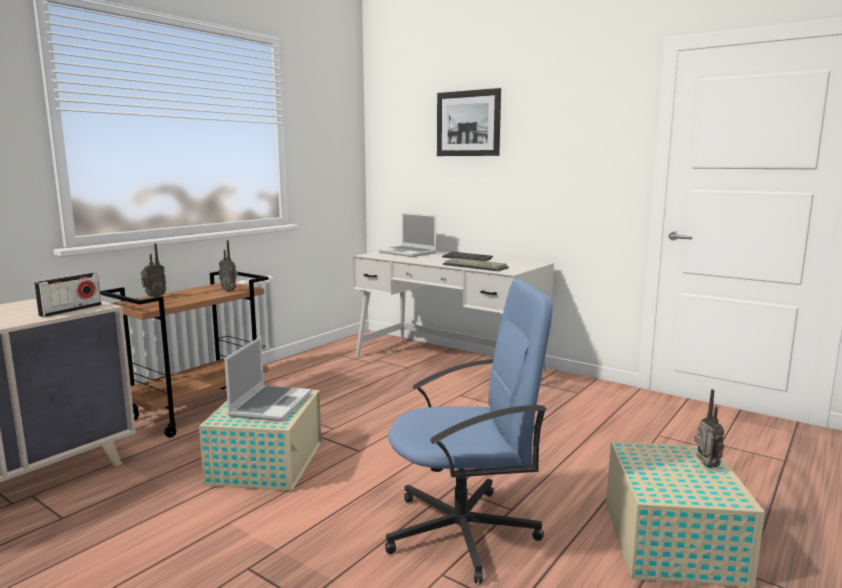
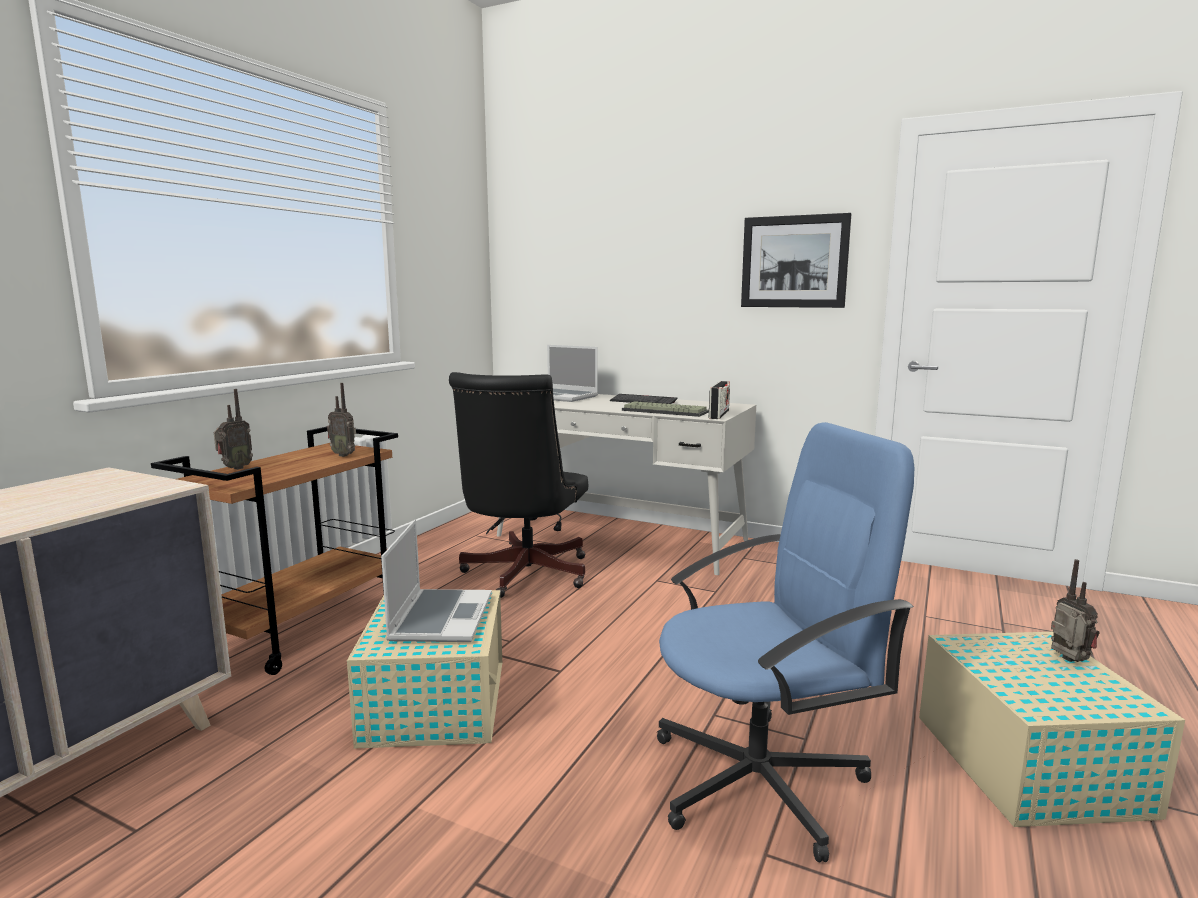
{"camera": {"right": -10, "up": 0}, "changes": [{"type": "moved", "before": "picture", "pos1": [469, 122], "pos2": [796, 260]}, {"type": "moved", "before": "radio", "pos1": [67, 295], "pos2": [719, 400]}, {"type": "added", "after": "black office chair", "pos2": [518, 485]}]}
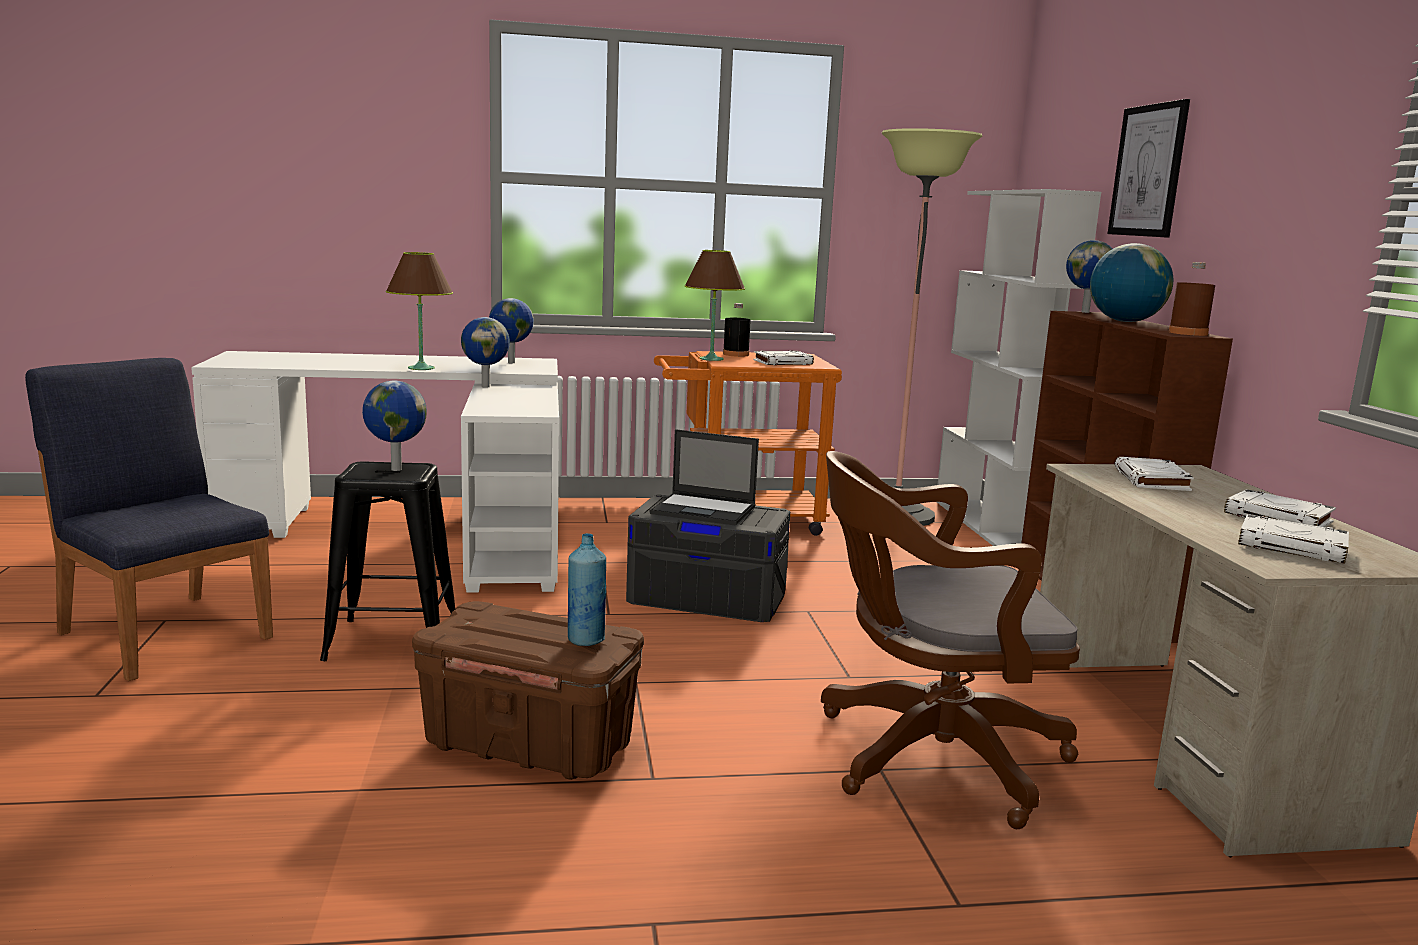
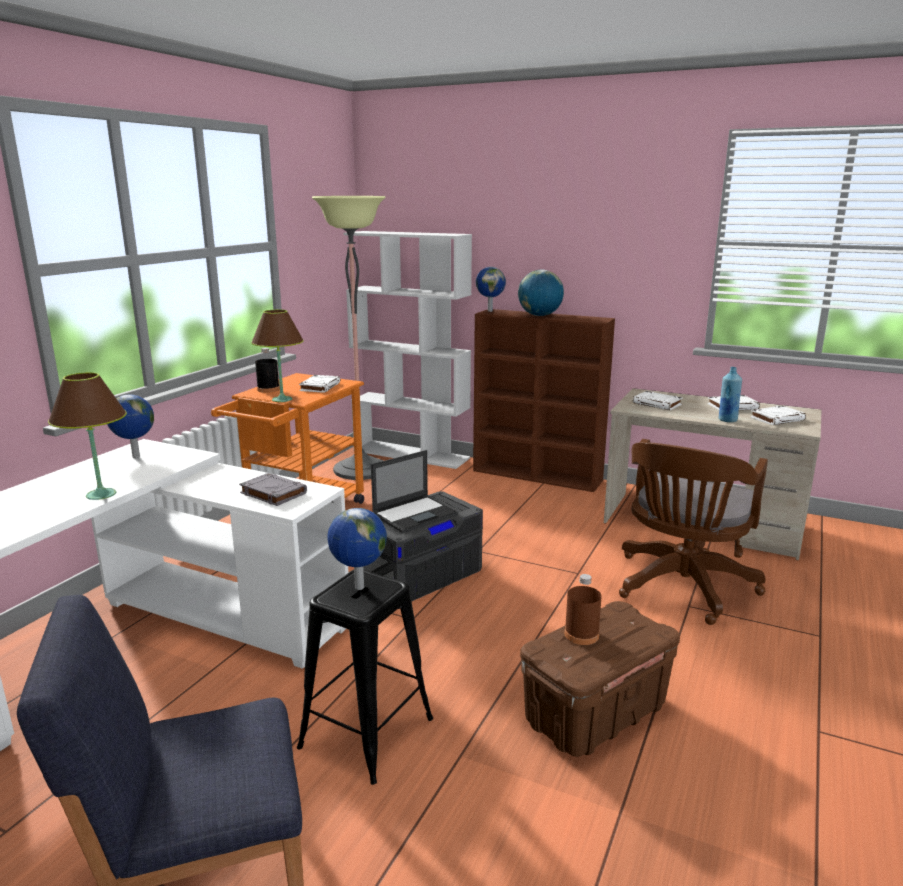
{"camera": {"right": -55, "up": 5}, "changes": [{"type": "removed", "before": "picture", "pos1": [1149, 168]}, {"type": "moved", "before": "brown bottle", "pos1": [1192, 299], "pos2": [583, 609]}, {"type": "removed", "before": "globe", "pos1": [485, 352]}, {"type": "moved", "before": "blue bottle", "pos1": [587, 589], "pos2": [730, 394]}, {"type": "added", "after": "grey book", "pos2": [273, 489]}]}
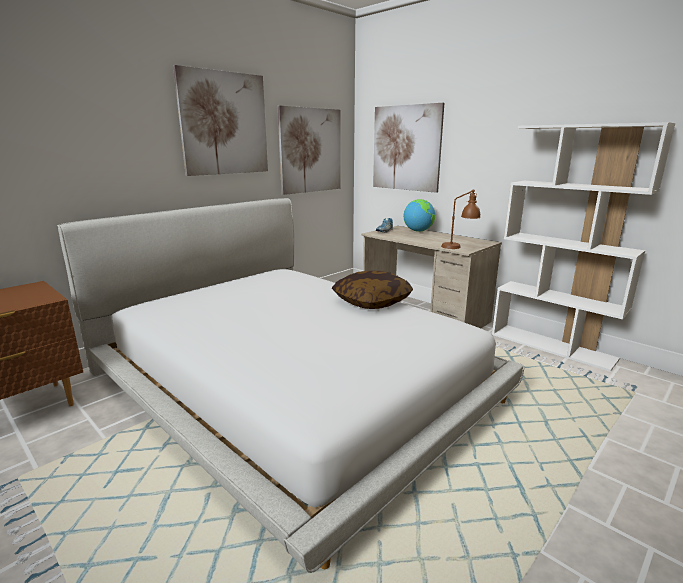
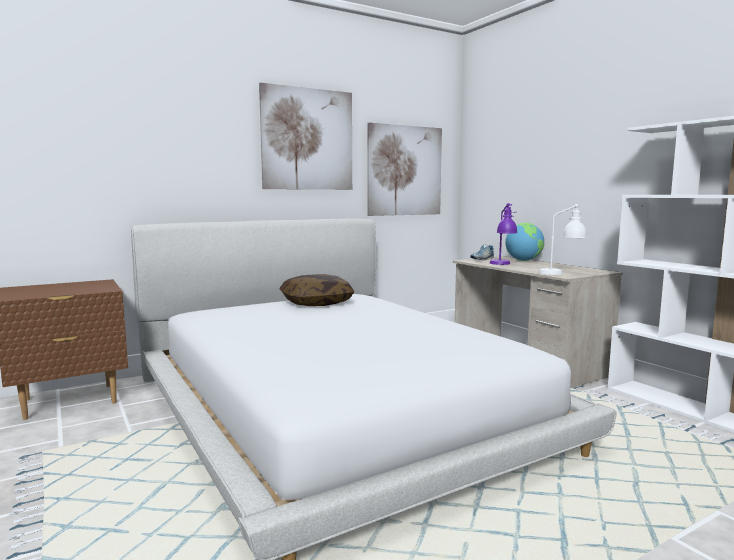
{"camera": {"right": 15, "up": -10}, "changes": [{"type": "removed", "before": "picture", "pos1": [408, 148]}, {"type": "recoloured", "before": "brown table lamp", "after": "white table lamp", "pos1": [461, 219], "pos2": [563, 239]}, {"type": "moved", "before": "pillow", "pos1": [372, 290], "pos2": [317, 290]}, {"type": "added", "after": "purple table lamp", "pos2": [504, 234]}]}
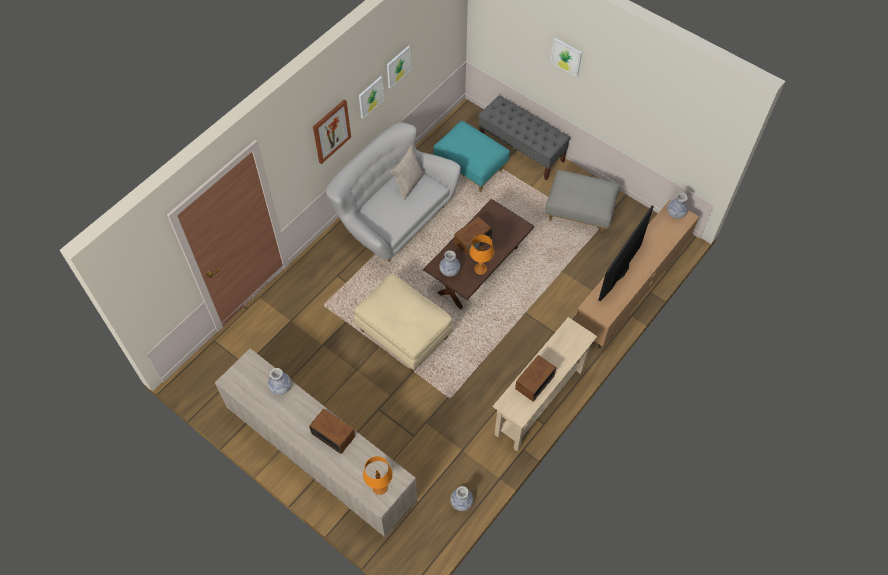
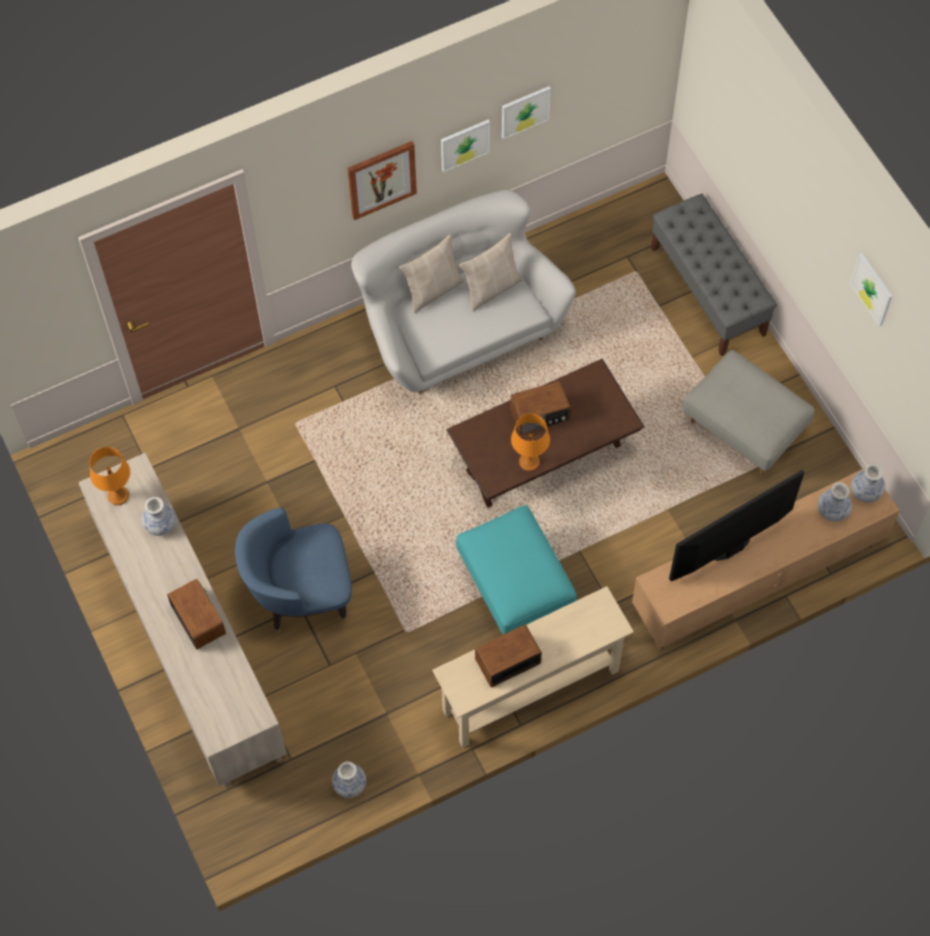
{"camera": {"right": 25, "up": 5}, "changes": [{"type": "moved", "before": "picture", "pos1": [566, 57], "pos2": [871, 290]}, {"type": "moved", "before": "turquoise ottoman", "pos1": [471, 156], "pos2": [516, 570]}, {"type": "moved", "before": "vase", "pos1": [449, 263], "pos2": [835, 502]}, {"type": "removed", "before": "beige ottoman", "pos1": [403, 322]}, {"type": "moved", "before": "orange table lamp", "pos1": [378, 475], "pos2": [109, 476]}, {"type": "added", "after": "beige pillow", "pos2": [431, 274]}, {"type": "added", "after": "blue armchair", "pos2": [293, 571]}]}
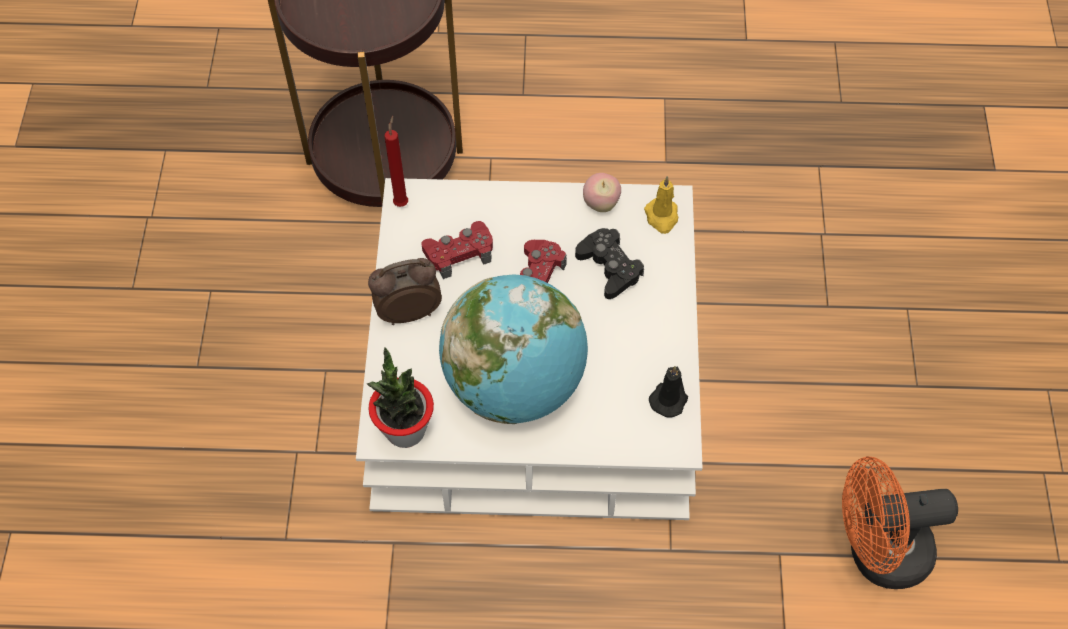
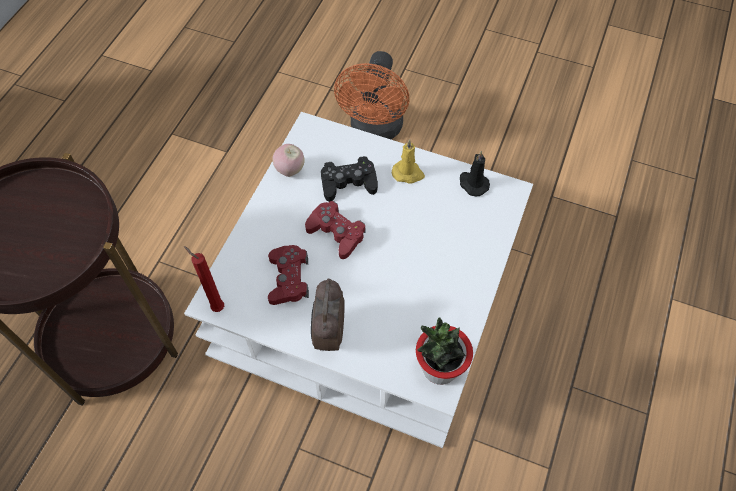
{"camera": {"right": -70, "up": 0}, "changes": [{"type": "moved", "before": "yellow candle", "pos1": [661, 205], "pos2": [408, 161]}, {"type": "removed", "before": "globe", "pos1": [513, 349]}, {"type": "moved", "before": "orange fan", "pos1": [900, 522], "pos2": [371, 95]}]}
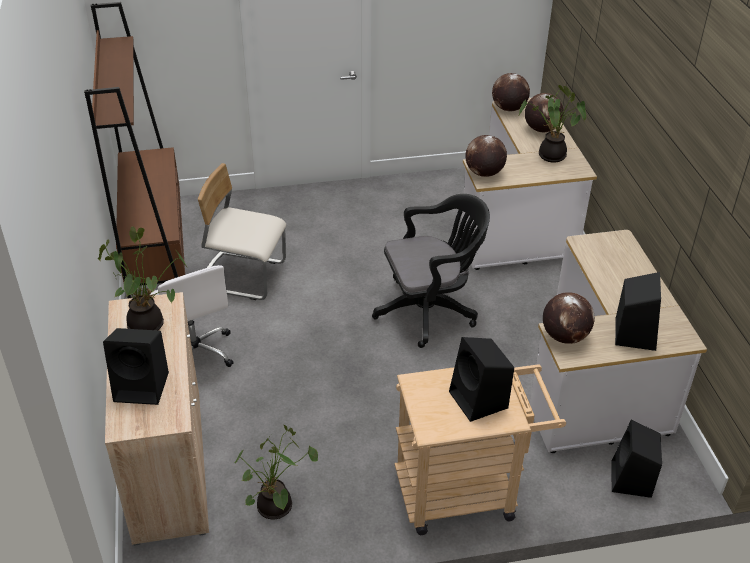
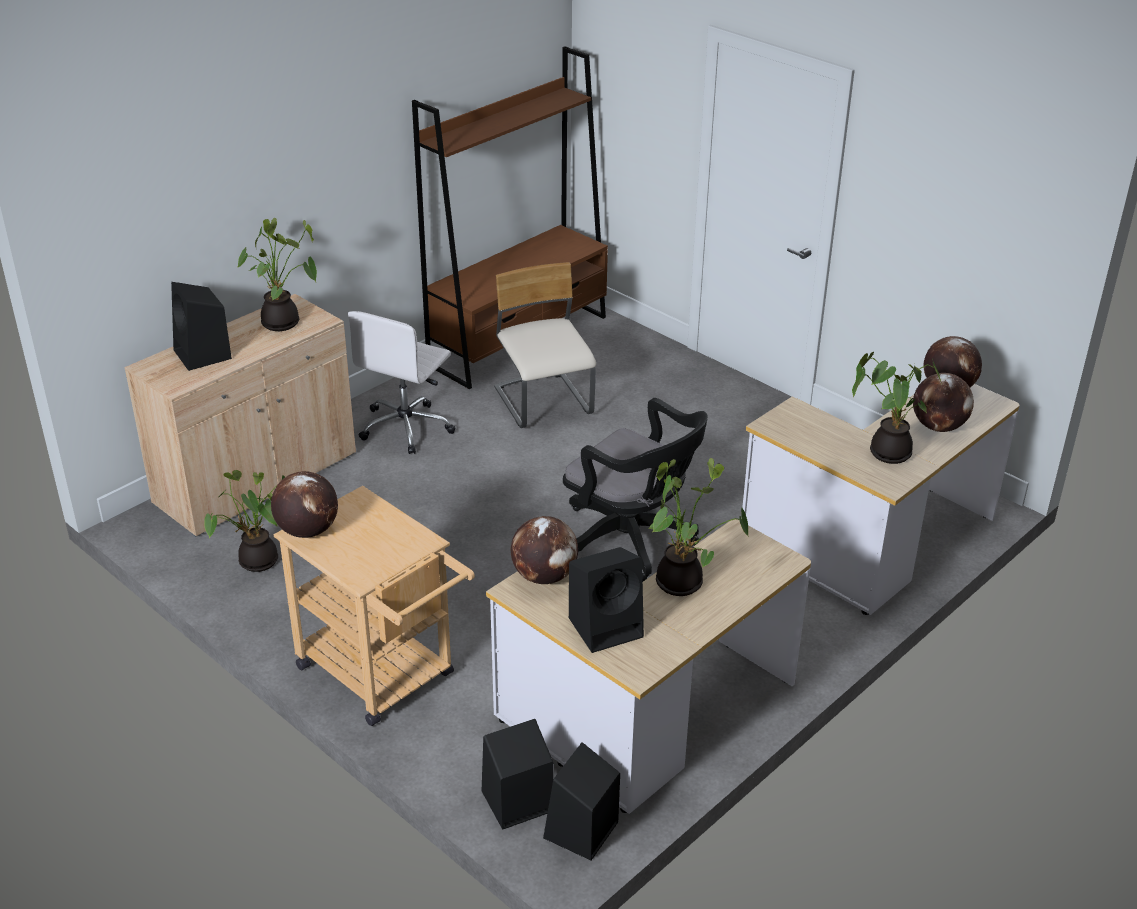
{"camera": {"right": 55, "up": -5}, "changes": [{"type": "moved", "before": "globe", "pos1": [486, 156], "pos2": [304, 504]}, {"type": "moved", "before": "black speaker", "pos1": [481, 379], "pos2": [581, 801]}, {"type": "added", "after": "potted plant", "pos2": [698, 527]}]}
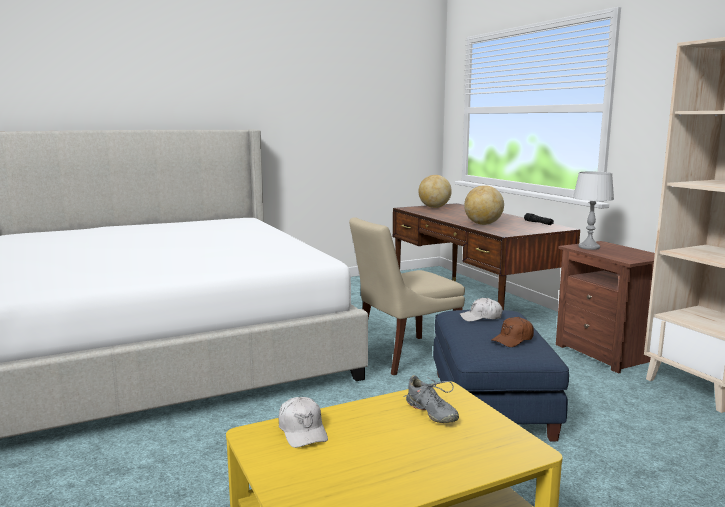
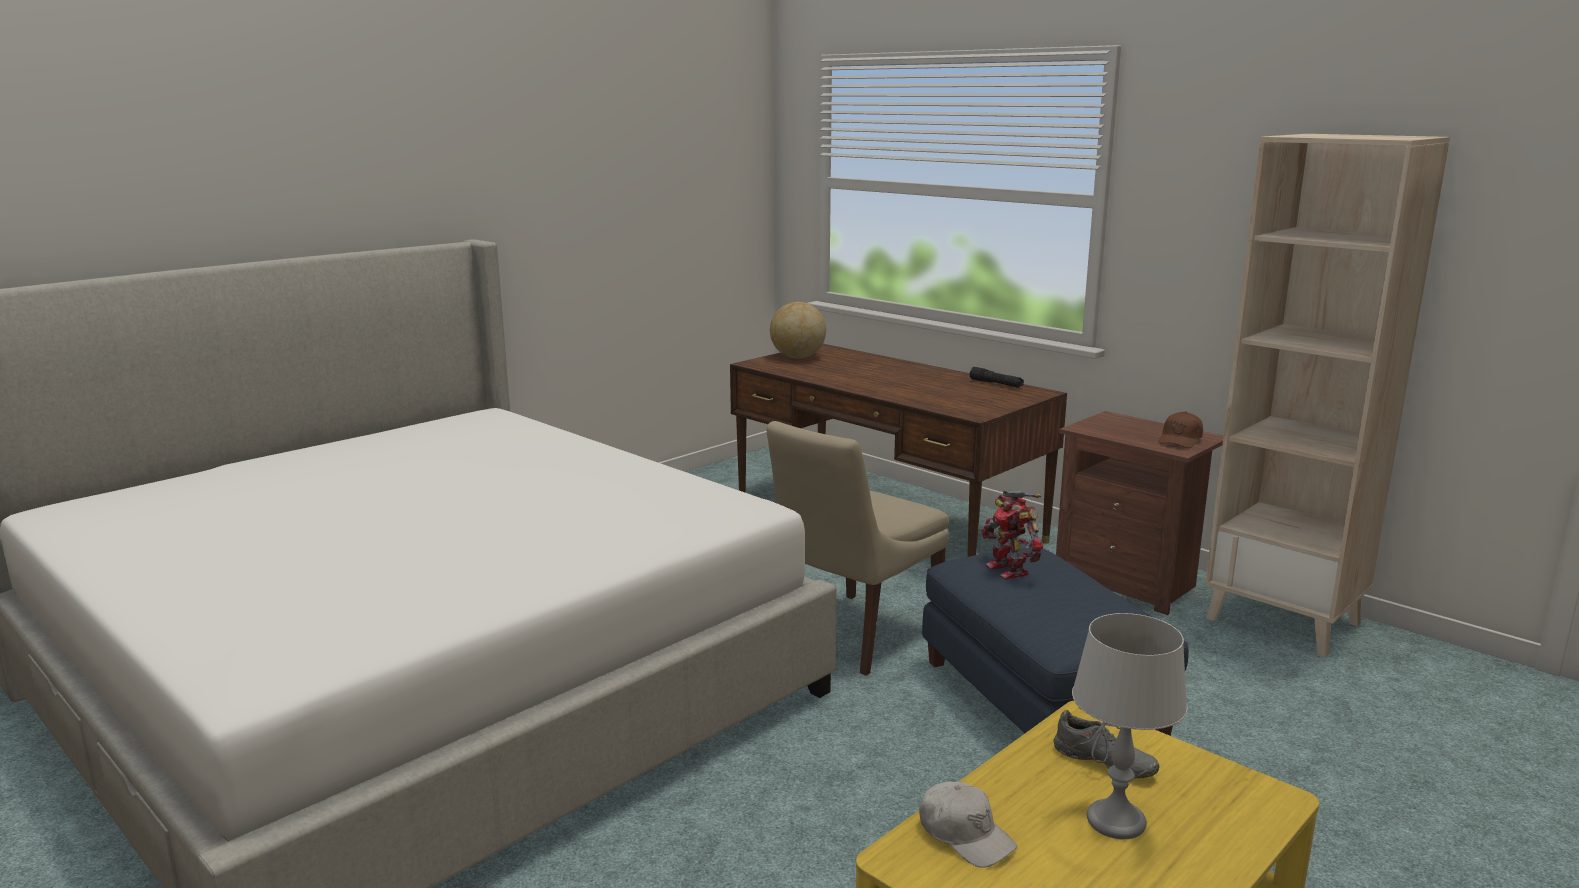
{"camera": {"right": -20, "up": 5}, "changes": [{"type": "moved", "before": "grey table lamp", "pos1": [593, 210], "pos2": [1130, 726]}, {"type": "removed", "before": "globe", "pos1": [484, 205]}, {"type": "replaced", "before": "white cap", "after": "toy robot", "pos1": [481, 310], "pos2": [1012, 535]}, {"type": "moved", "before": "brown cap", "pos1": [512, 332], "pos2": [1180, 429]}]}
